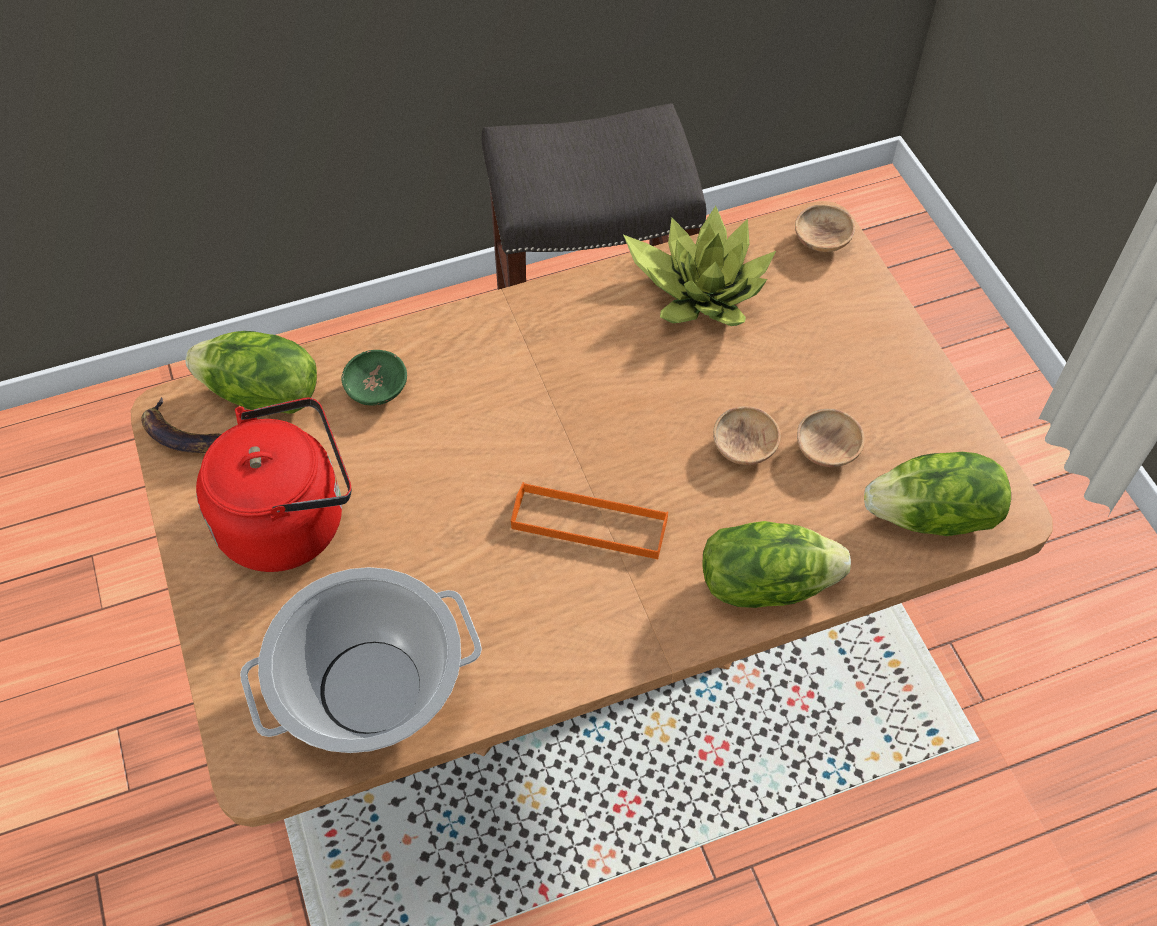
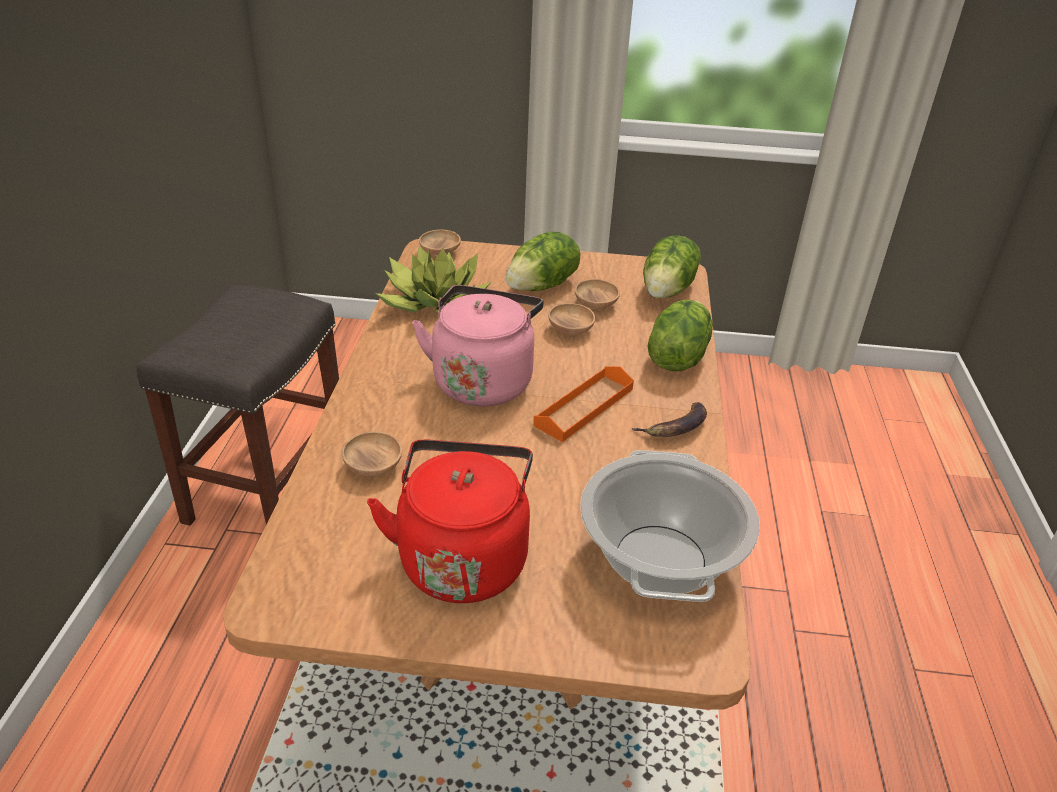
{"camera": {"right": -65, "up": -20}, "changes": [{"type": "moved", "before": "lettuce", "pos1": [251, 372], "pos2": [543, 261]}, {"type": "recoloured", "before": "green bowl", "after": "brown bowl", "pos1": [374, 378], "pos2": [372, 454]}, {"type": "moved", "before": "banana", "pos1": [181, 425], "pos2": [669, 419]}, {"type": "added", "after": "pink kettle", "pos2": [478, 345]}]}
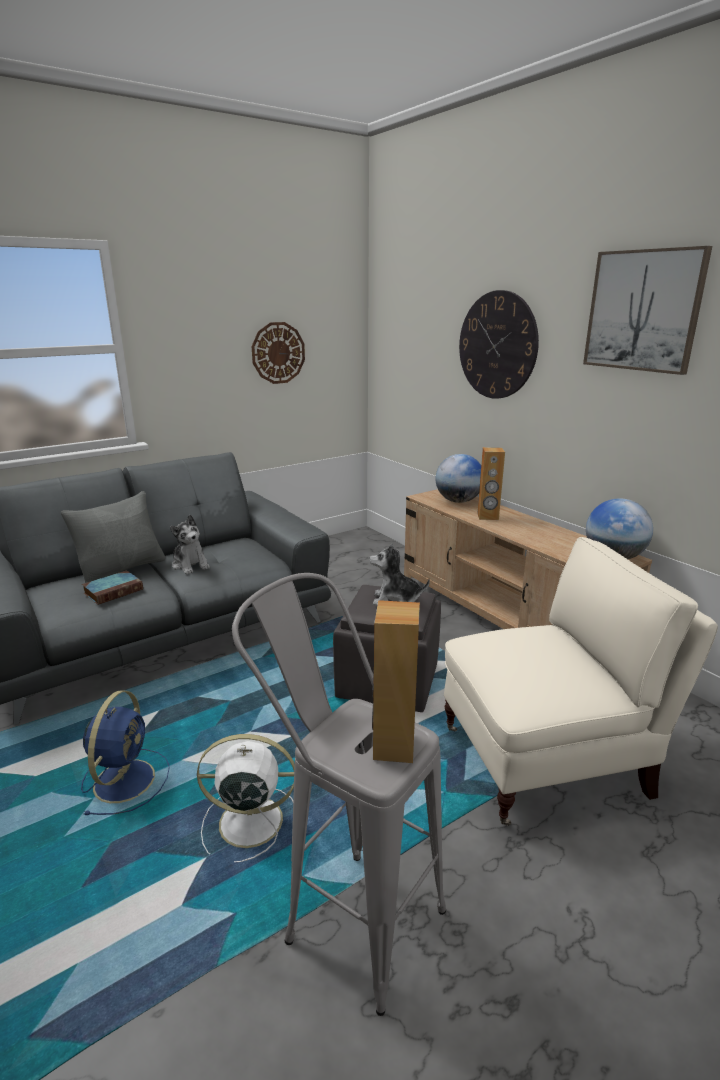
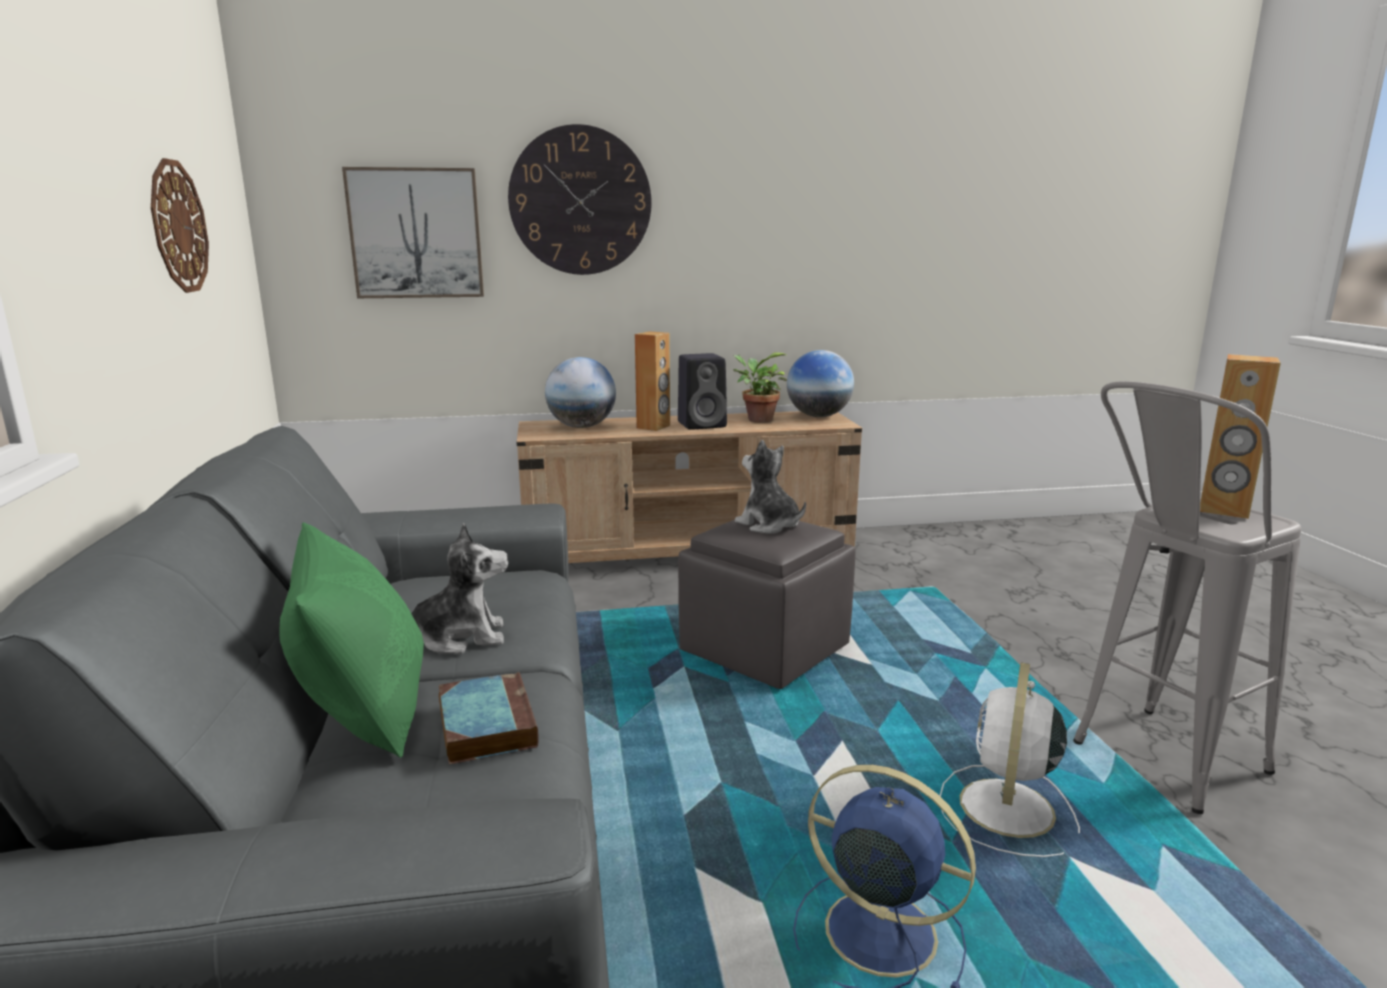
{"camera": {"right": -65, "up": -5}, "changes": [{"type": "moved", "before": "picture", "pos1": [647, 310], "pos2": [413, 232]}, {"type": "recoloured", "before": "grey pillow", "after": "green pillow", "pos1": [113, 537], "pos2": [352, 640]}, {"type": "removed", "before": "beige armchair", "pos1": [581, 681]}, {"type": "turned", "before": "plush toy", "pos1": [399, 574], "pos2": [770, 487], "turn": 105}, {"type": "added", "after": "potted plant", "pos2": [760, 387]}, {"type": "added", "after": "black speaker", "pos2": [702, 391]}]}
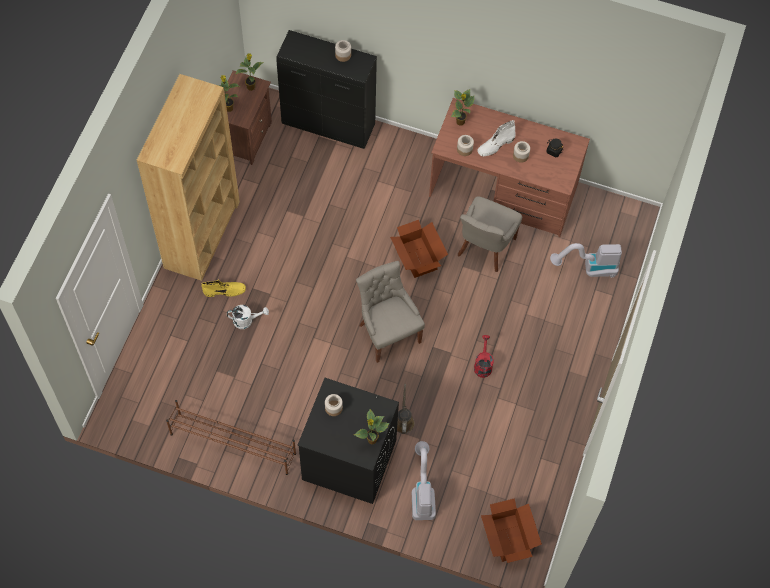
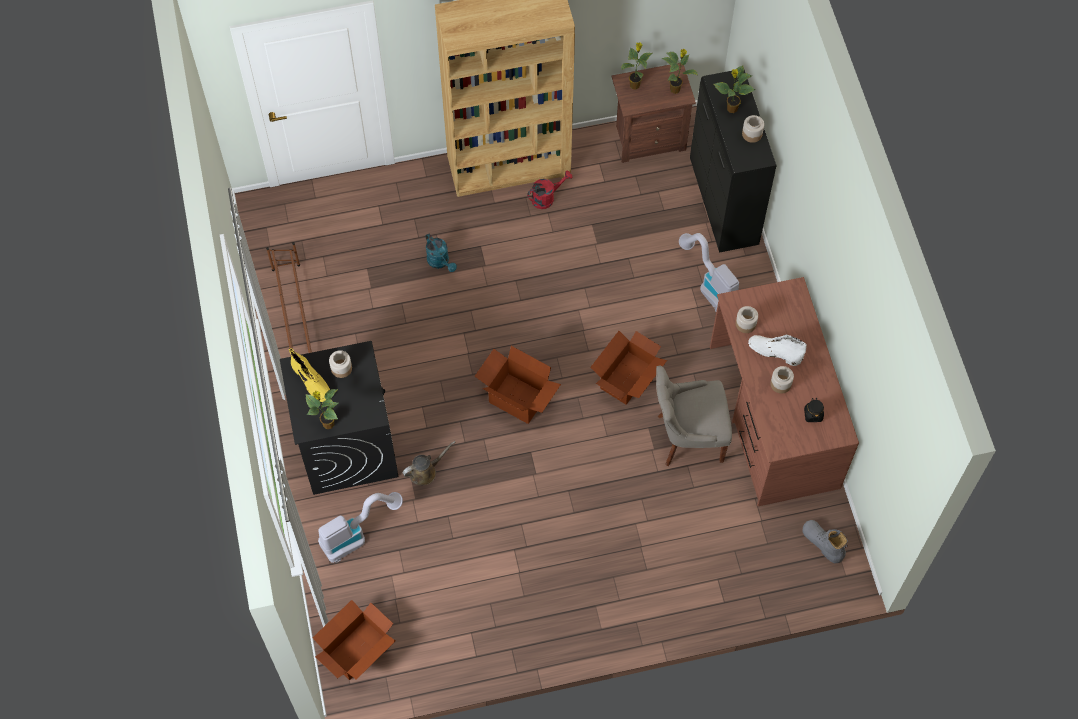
{"camera": {"right": 60, "up": 0}, "changes": [{"type": "moved", "before": "potted plant", "pos1": [462, 107], "pos2": [734, 89]}, {"type": "moved", "before": "vacuum cleaner", "pos1": [586, 260], "pos2": [709, 272]}, {"type": "replaced", "before": "grey chair", "after": "cardboard box", "pos1": [390, 312], "pos2": [518, 385]}, {"type": "moved", "before": "yellow boot", "pos1": [224, 288], "pos2": [309, 375]}, {"type": "recoloured", "before": "white watering can", "after": "turquoise watering can", "pos1": [248, 317], "pos2": [441, 252]}, {"type": "moved", "before": "red watering can", "pos1": [484, 356], "pos2": [549, 190]}, {"type": "added", "after": "grey boot", "pos2": [825, 541]}]}
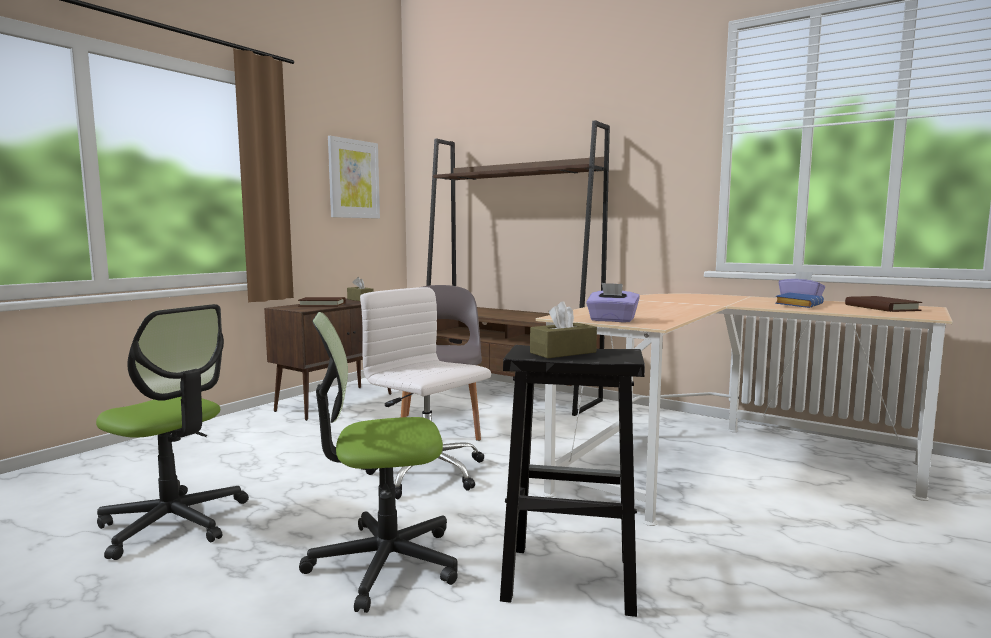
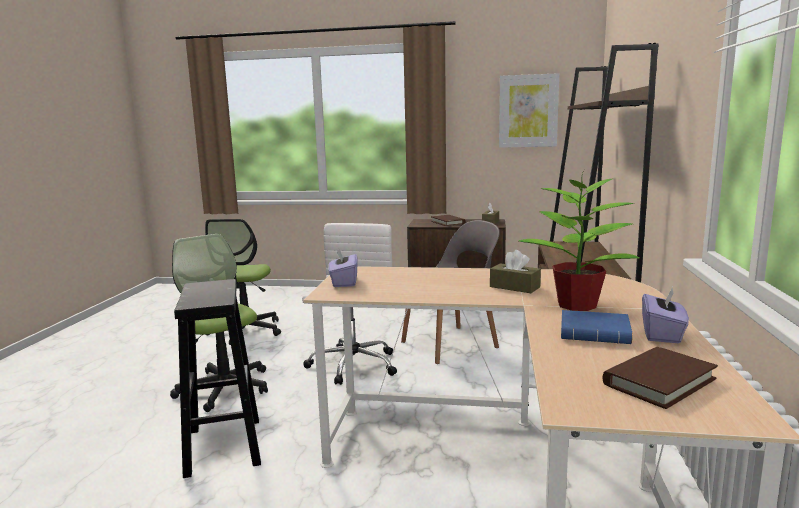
{"camera": {"right": 65, "up": 5}, "changes": [{"type": "moved", "before": "brown tissue box", "pos1": [563, 329], "pos2": [515, 271]}, {"type": "added", "after": "potted plant", "pos2": [579, 240]}]}
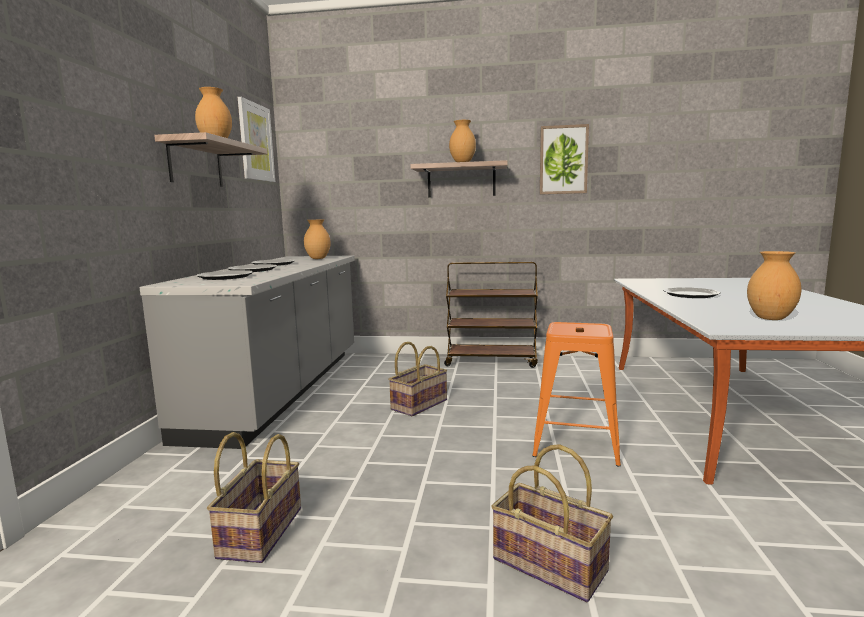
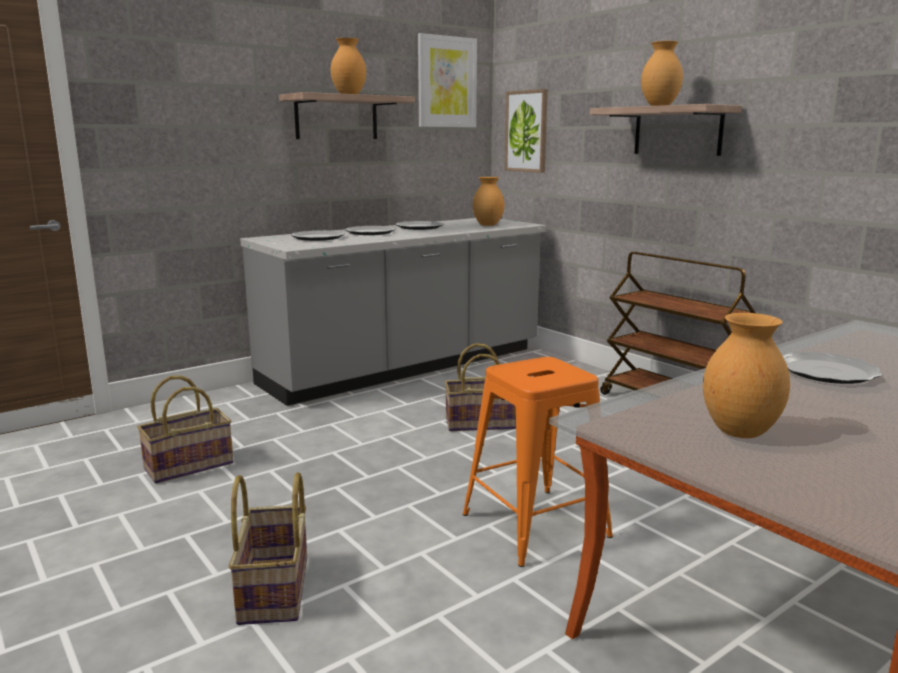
{"camera": {"right": 45, "up": 5}, "changes": [{"type": "moved", "before": "picture", "pos1": [564, 159], "pos2": [526, 131]}]}
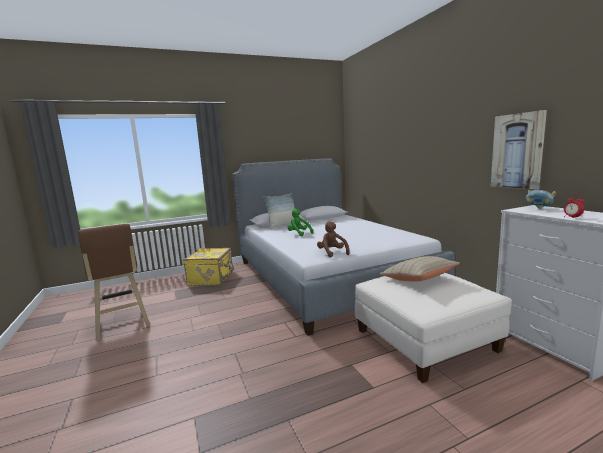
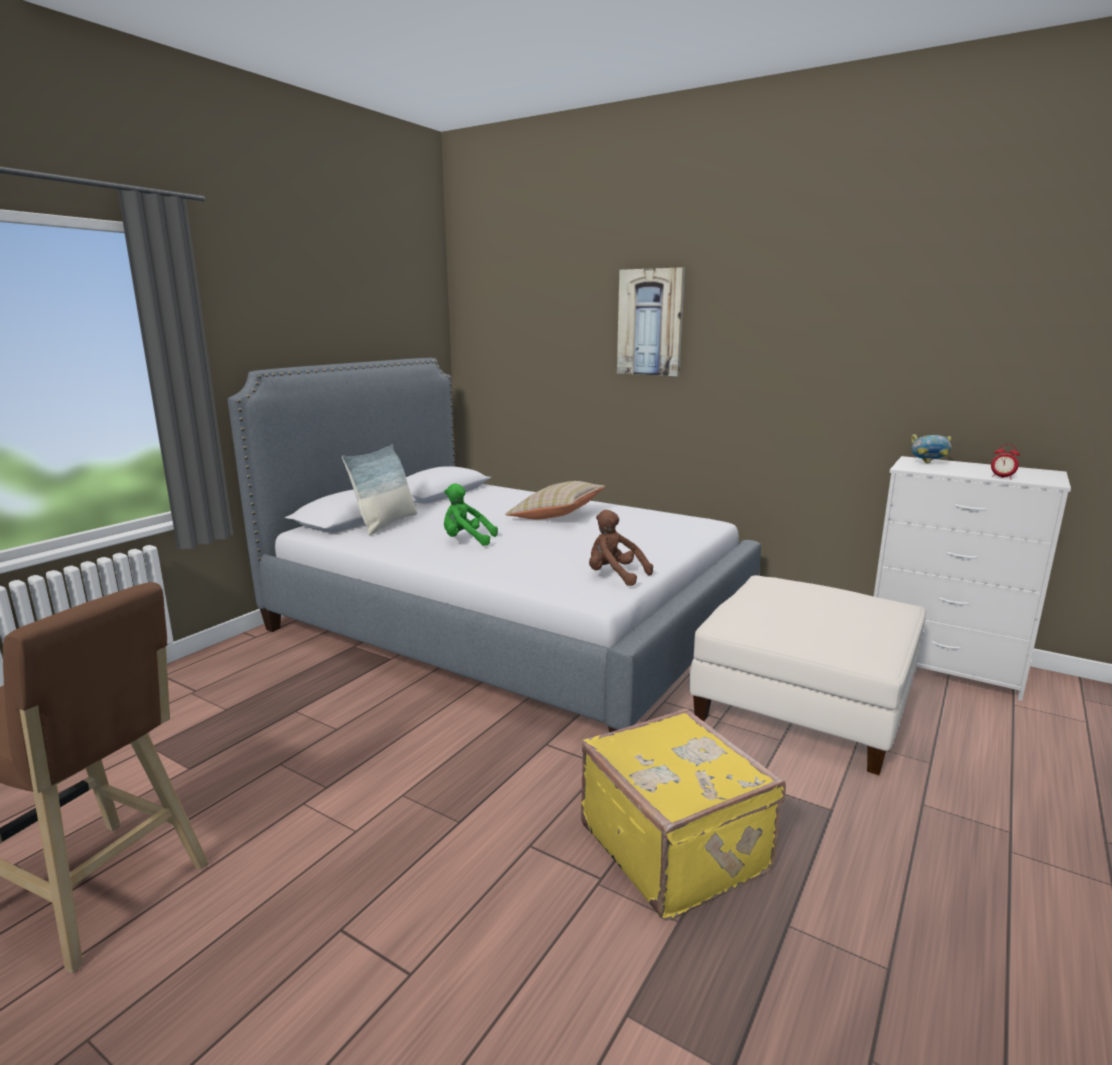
{"camera": {"right": -35, "up": 5}, "changes": [{"type": "moved", "before": "picture", "pos1": [519, 150], "pos2": [651, 321]}, {"type": "moved", "before": "yellow suitcase", "pos1": [208, 267], "pos2": [683, 814]}, {"type": "moved", "before": "beige pillow", "pos1": [419, 269], "pos2": [555, 500]}]}
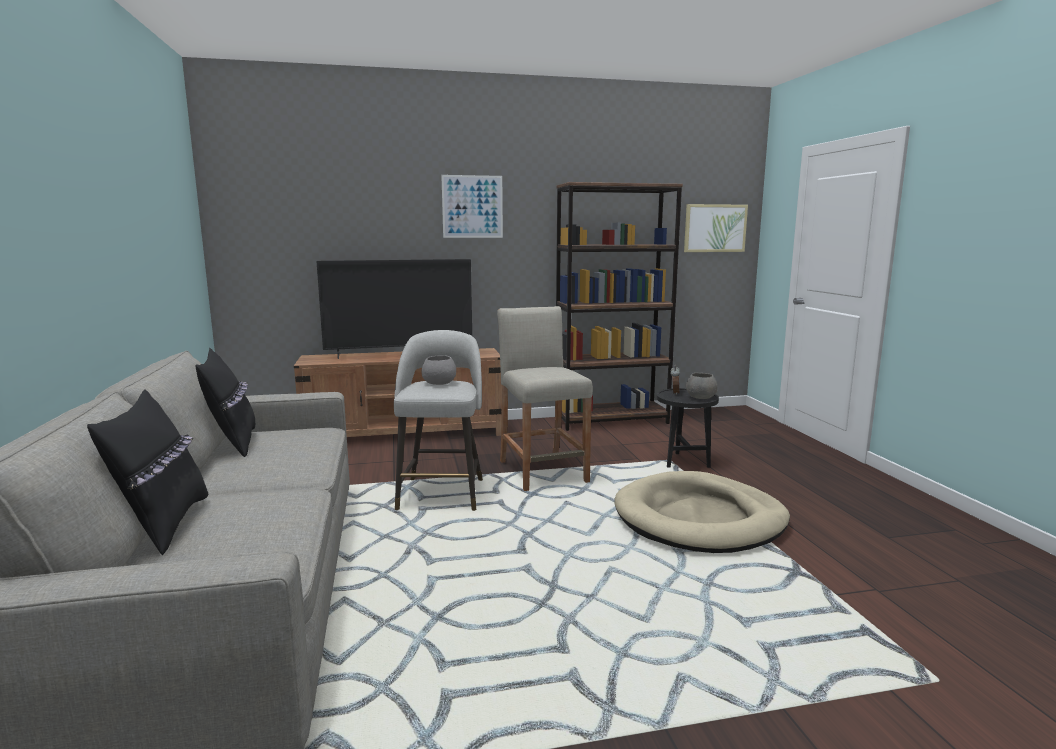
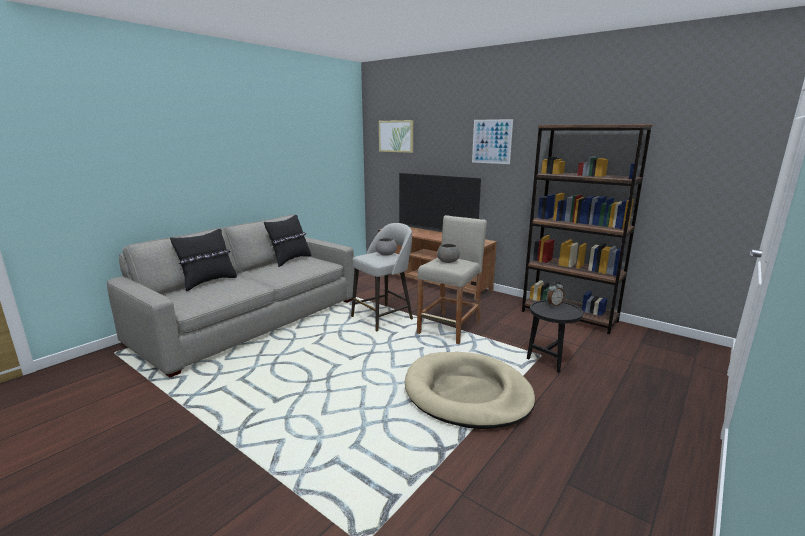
{"camera": {"right": 50, "up": 5}, "changes": [{"type": "moved", "before": "picture", "pos1": [716, 228], "pos2": [396, 136]}, {"type": "moved", "before": "grey bowl", "pos1": [702, 386], "pos2": [448, 253]}]}
